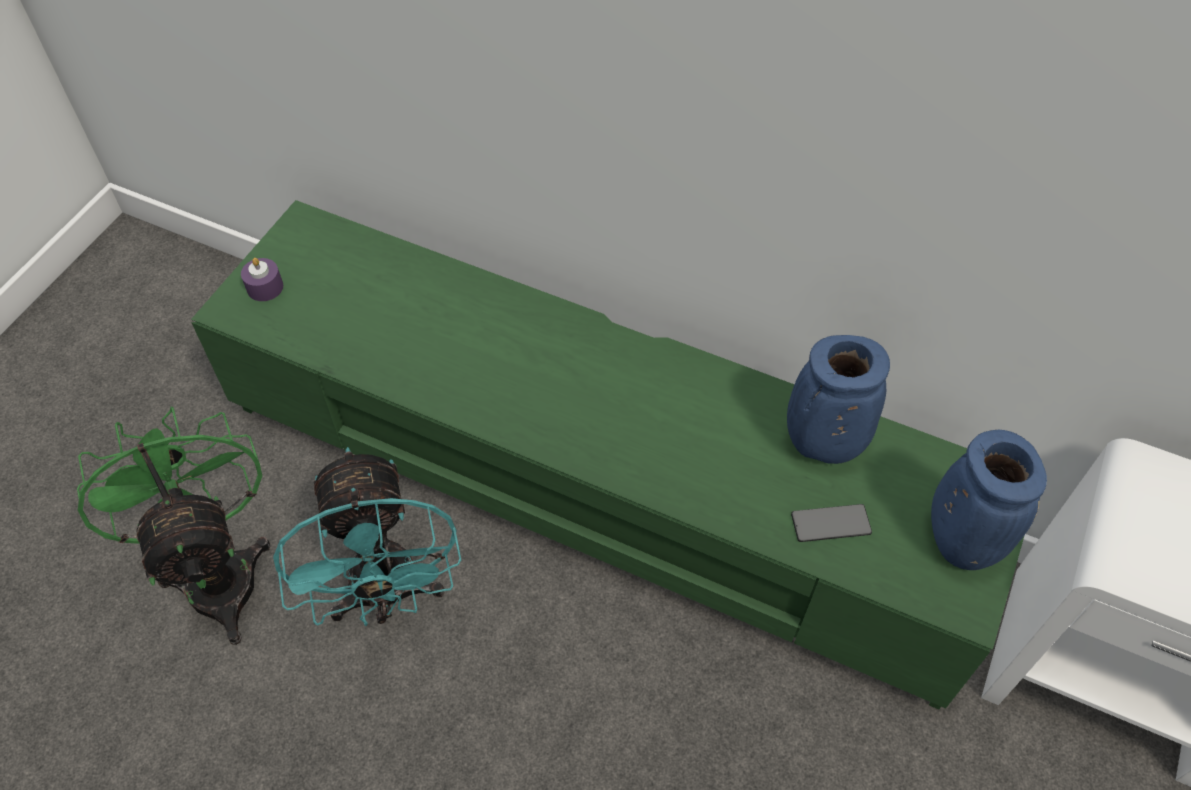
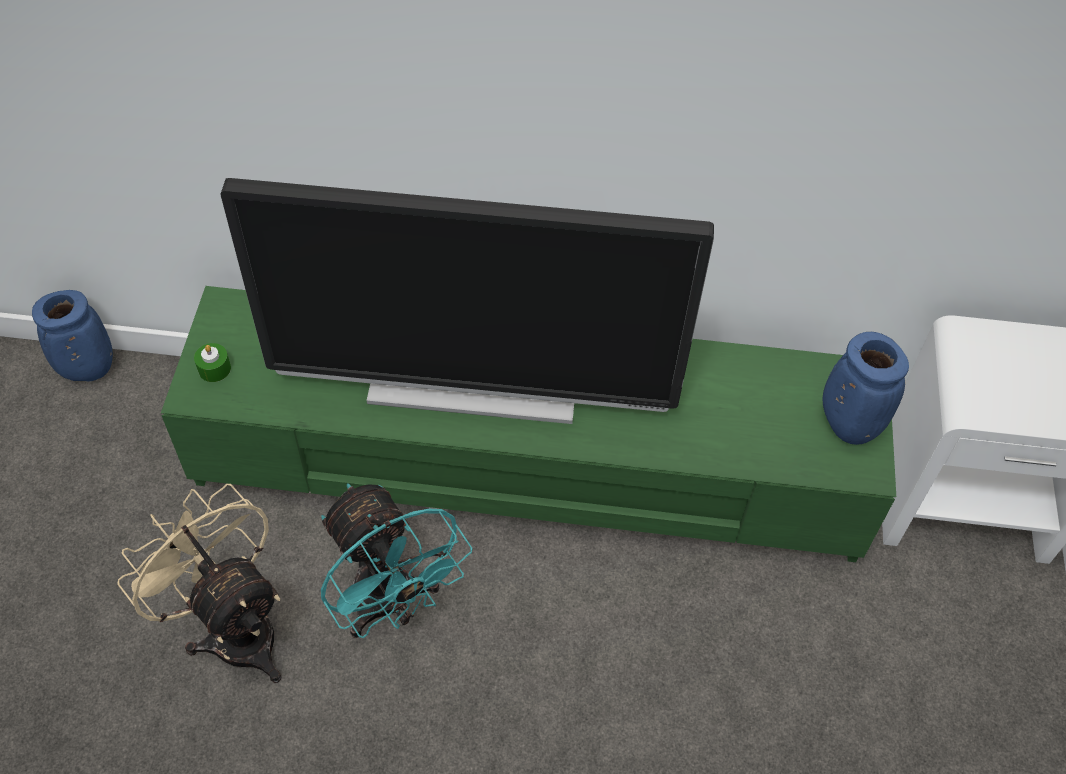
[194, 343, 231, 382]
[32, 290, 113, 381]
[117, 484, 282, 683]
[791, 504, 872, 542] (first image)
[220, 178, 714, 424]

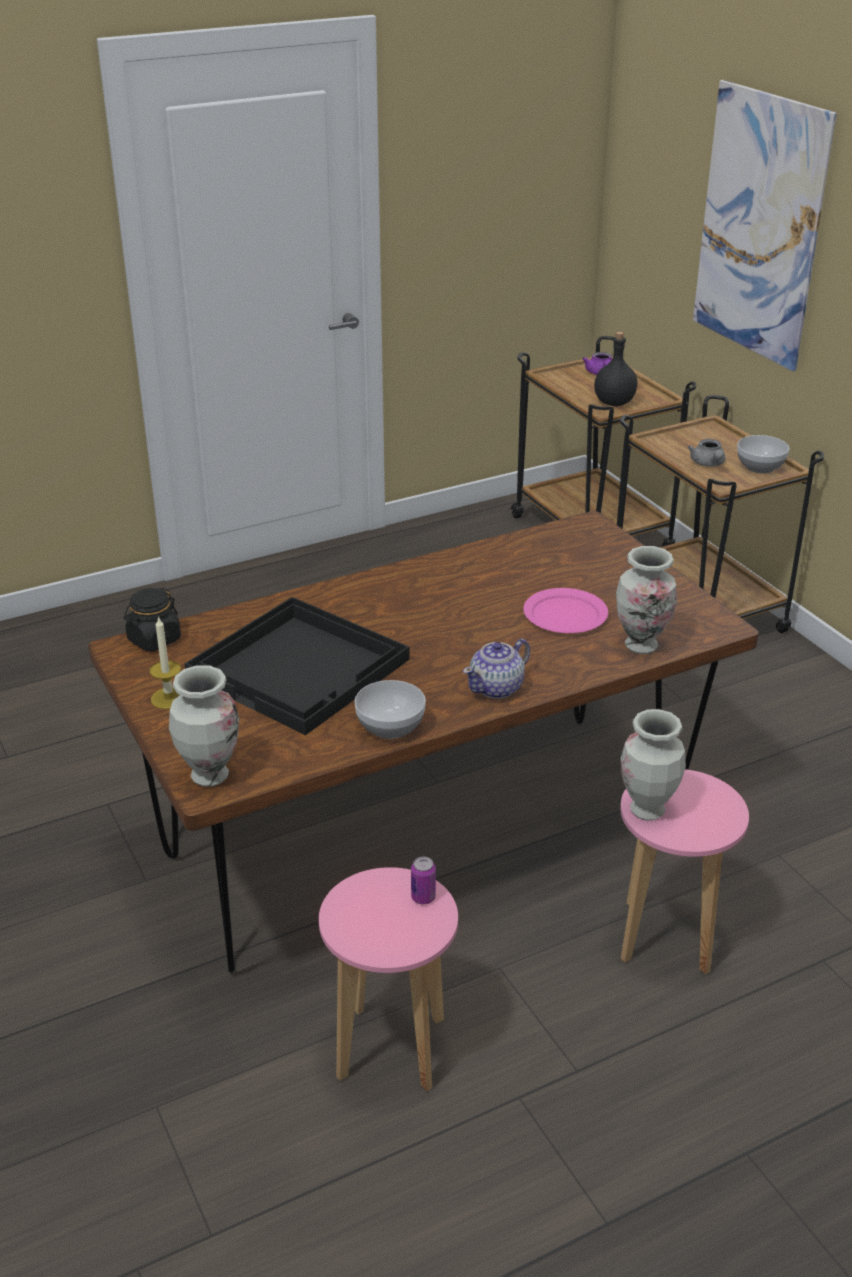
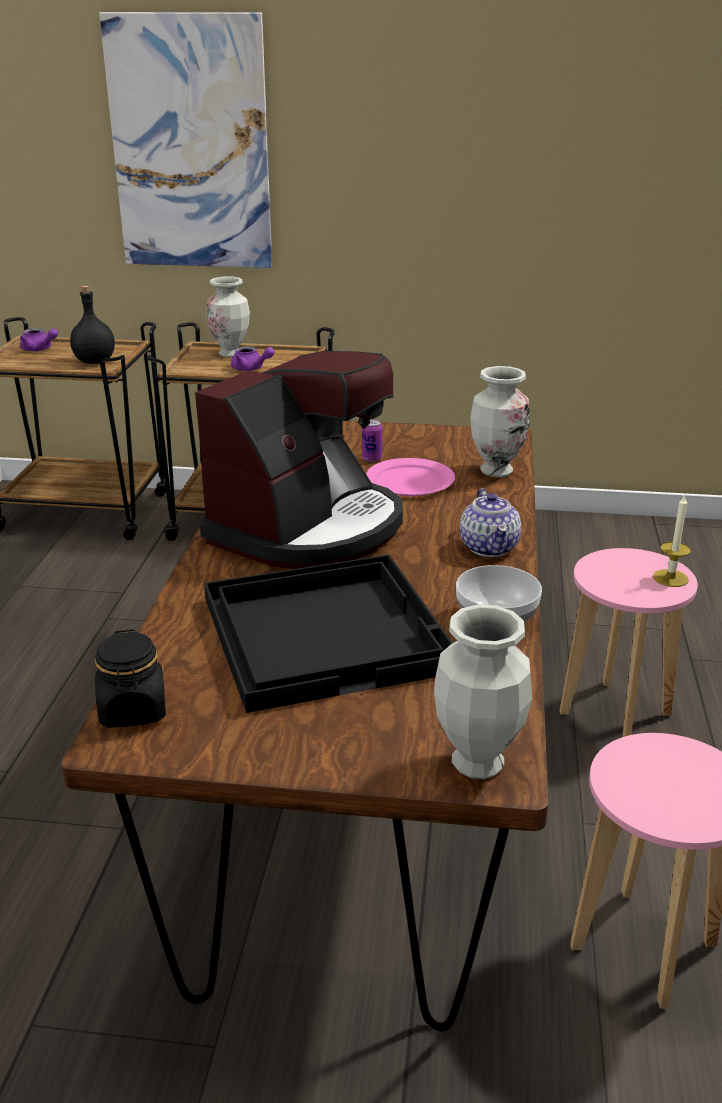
[737, 435, 789, 473] (first image)
[231, 346, 275, 371]
[653, 494, 691, 587]
[206, 276, 250, 358]
[362, 419, 383, 462]
[195, 351, 403, 569]

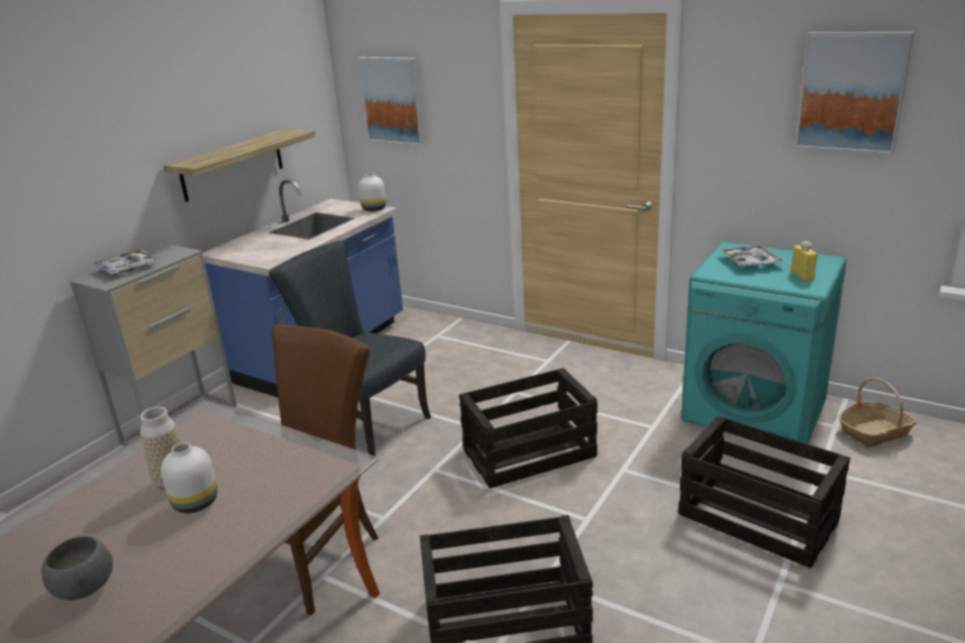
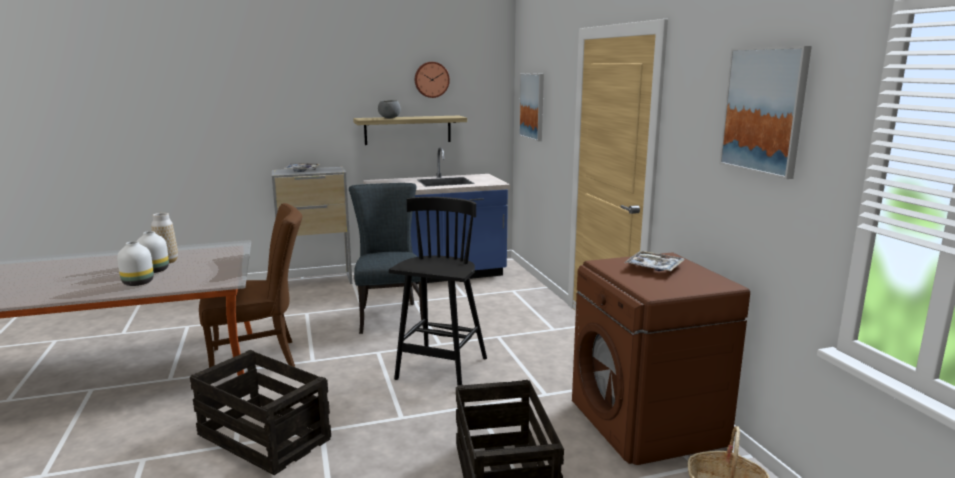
[117, 241, 154, 286]
[791, 241, 818, 282] (first image)
[572, 252, 750, 465]
[389, 197, 487, 385]
[378, 100, 401, 118]
[415, 62, 450, 98]

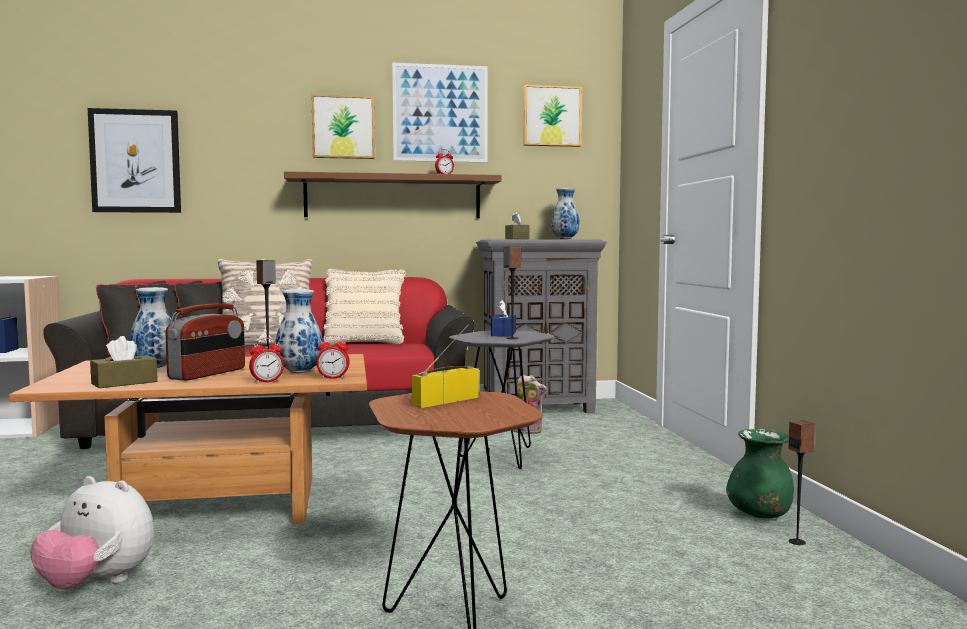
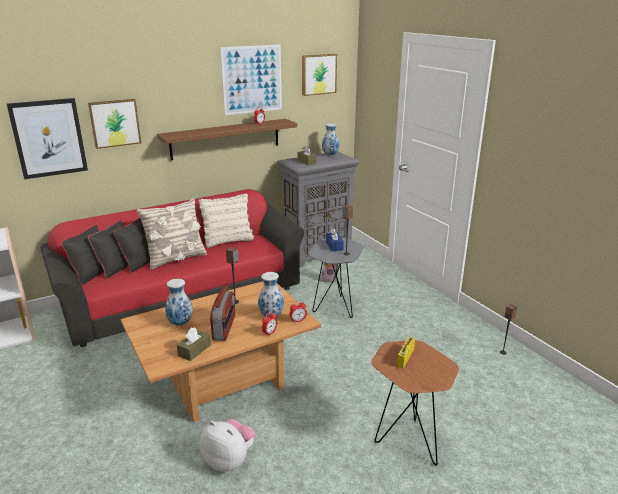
[88, 99, 141, 149]
[726, 429, 794, 518] (first image)
[200, 419, 255, 472]

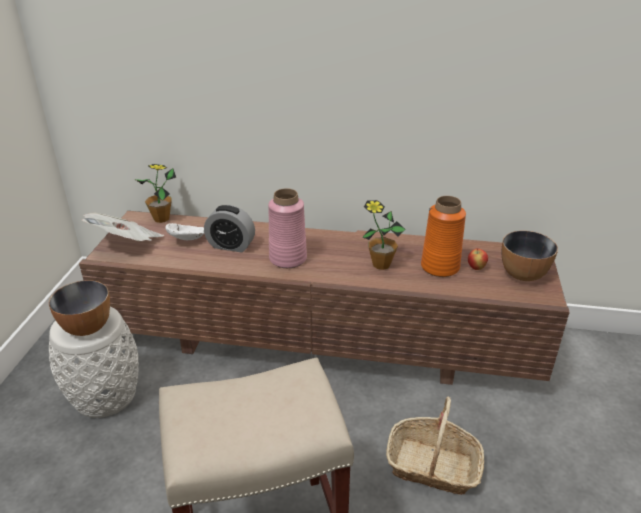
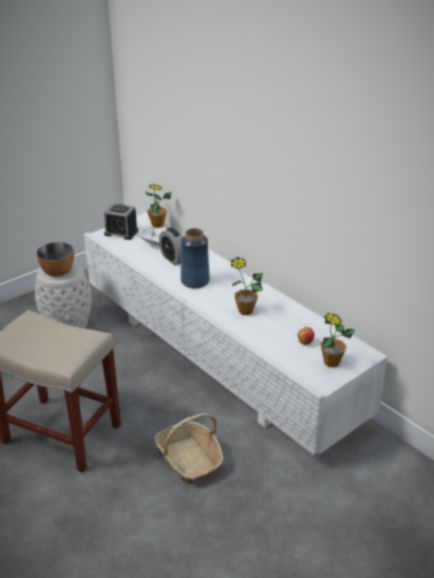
[181, 228, 210, 289]
[421, 196, 466, 277] (first image)
[84, 212, 388, 455]
[104, 203, 138, 240]
[320, 313, 355, 367]

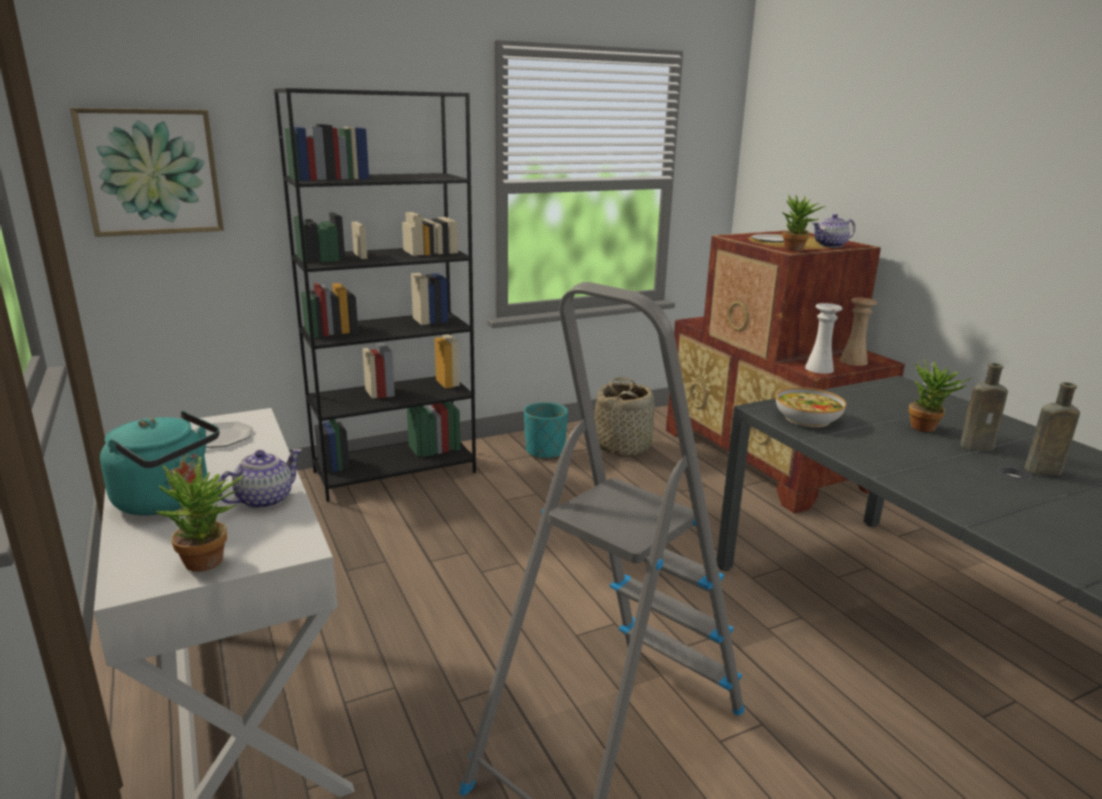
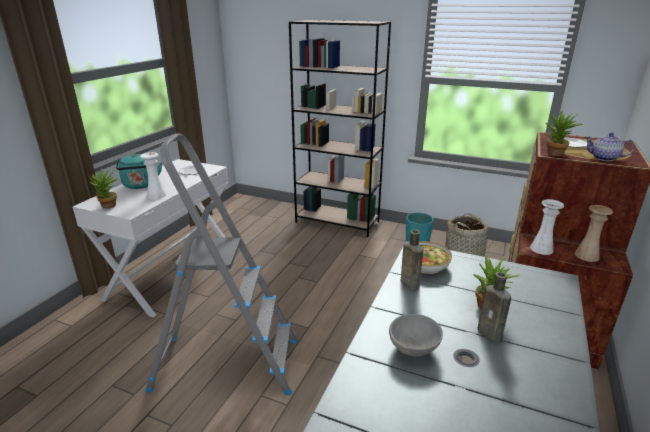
[289, 20, 391, 237]
[70, 108, 224, 237] (first image)
[401, 230, 423, 289]
[140, 152, 166, 200]
[389, 314, 443, 357]

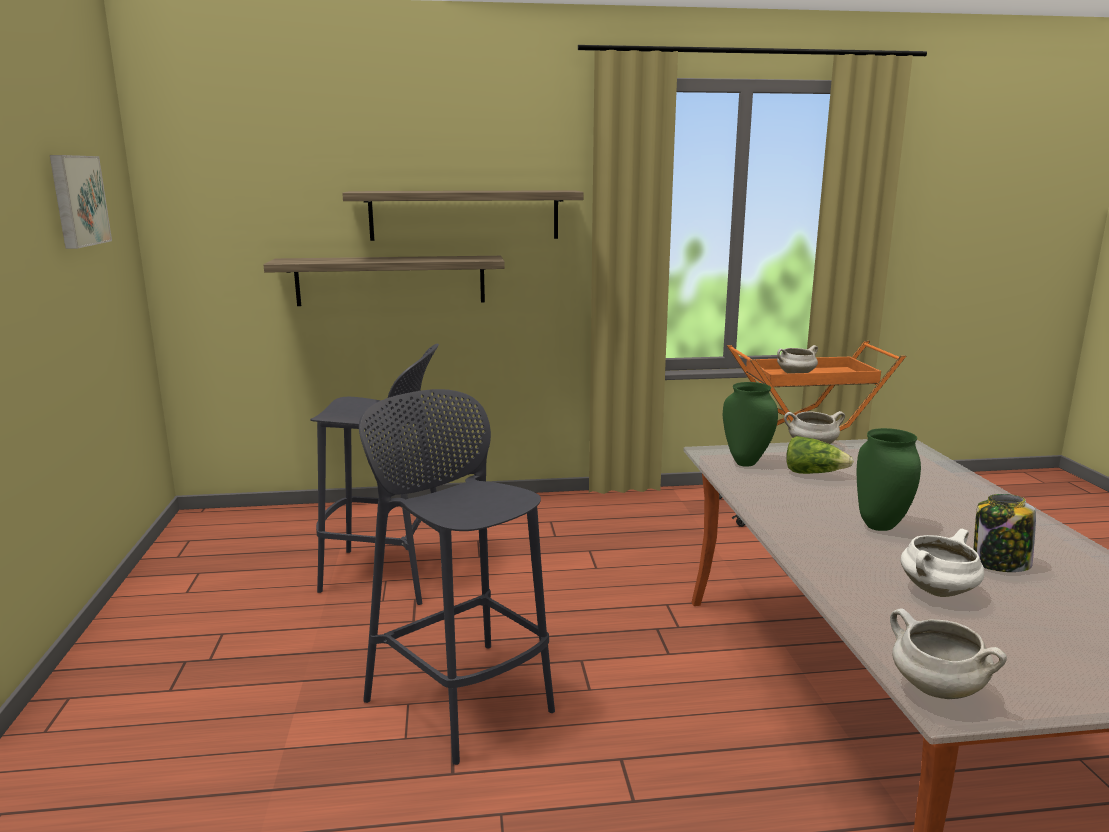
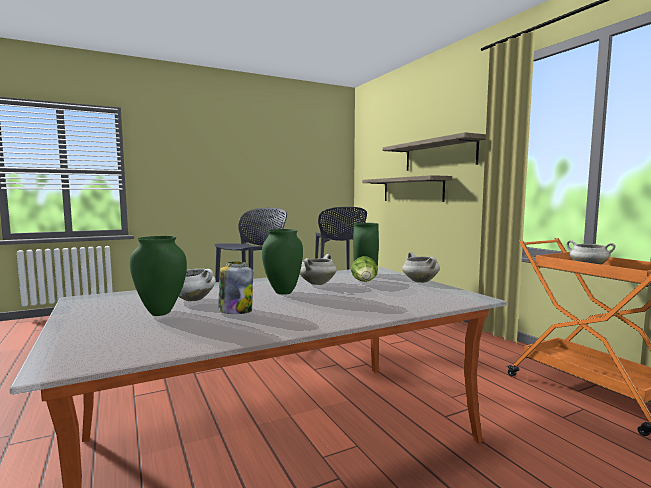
[50, 155, 112, 249] (first image)
[300, 254, 337, 285]
[130, 236, 187, 316]

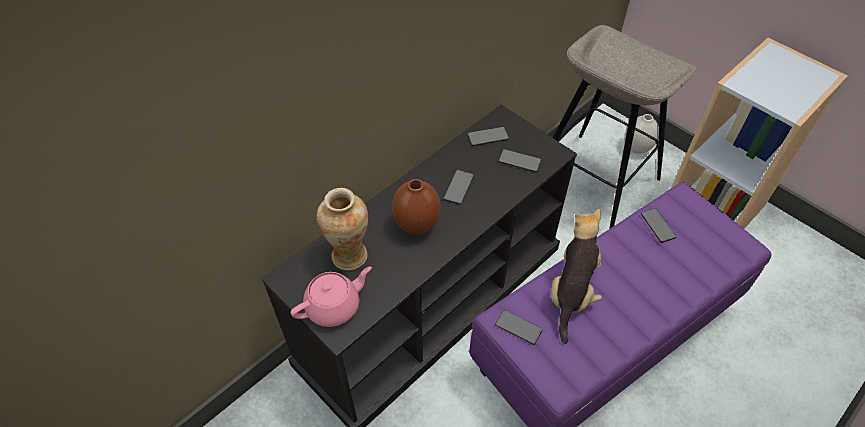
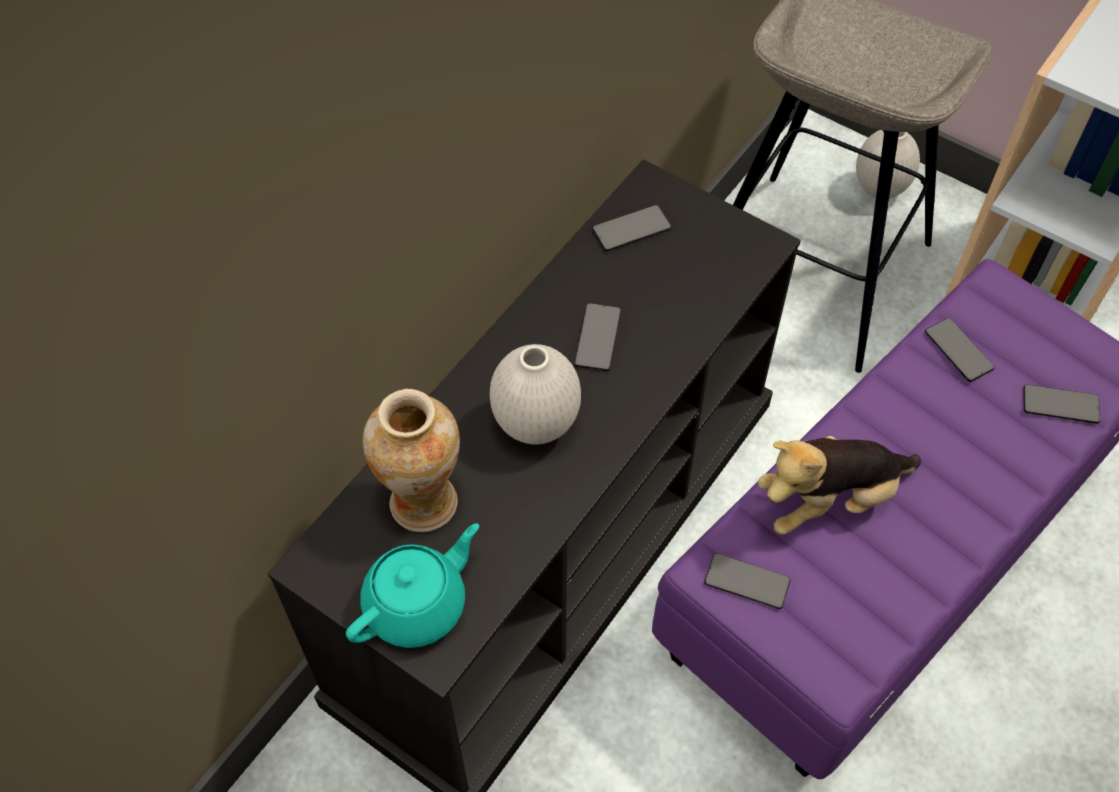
[1023, 384, 1100, 424]
[490, 344, 581, 445]
[758, 436, 921, 535]
[346, 523, 479, 648]

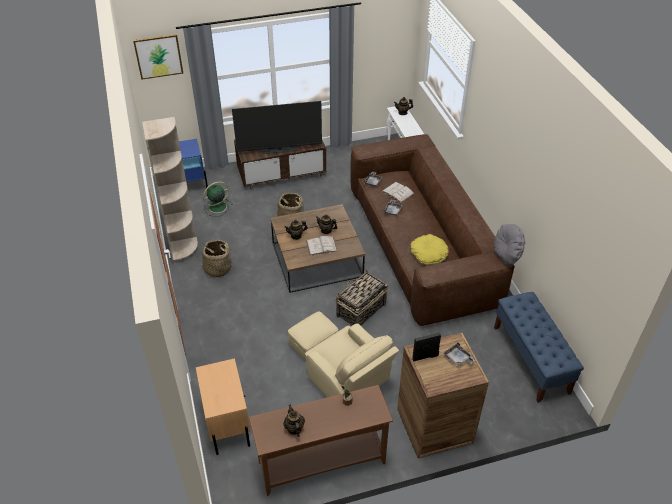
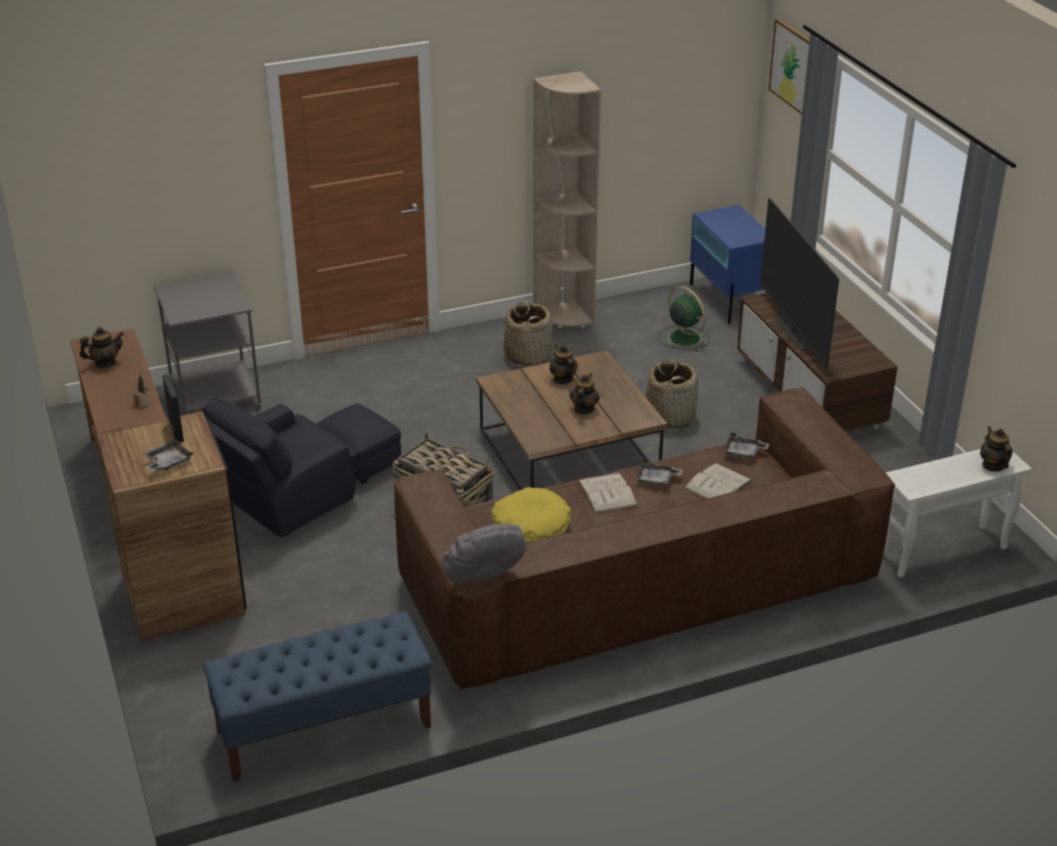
[578, 473, 638, 514]
[202, 398, 401, 537]
[154, 272, 262, 415]

